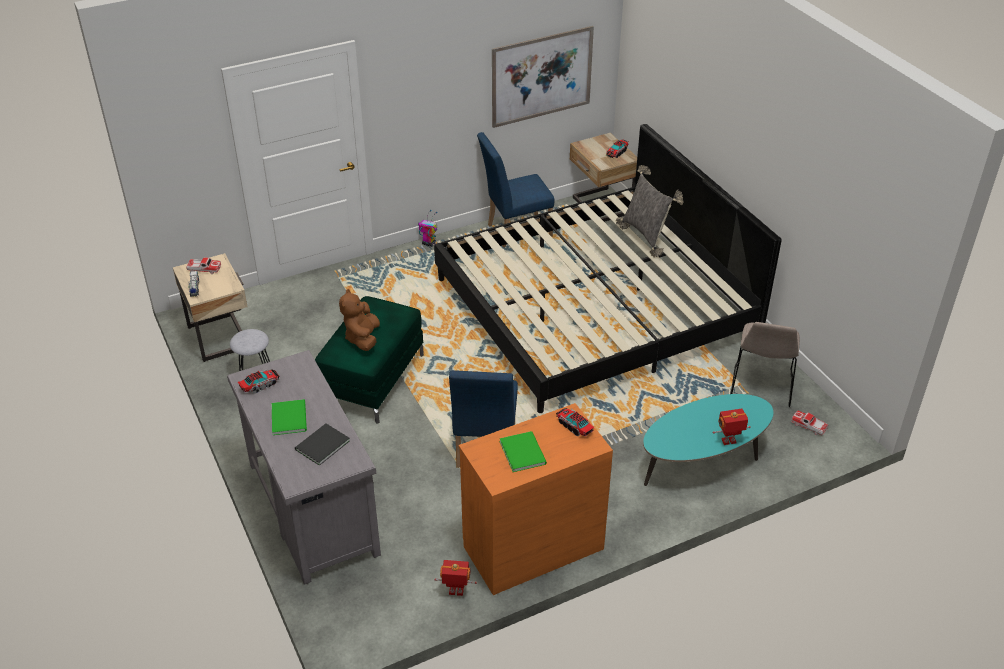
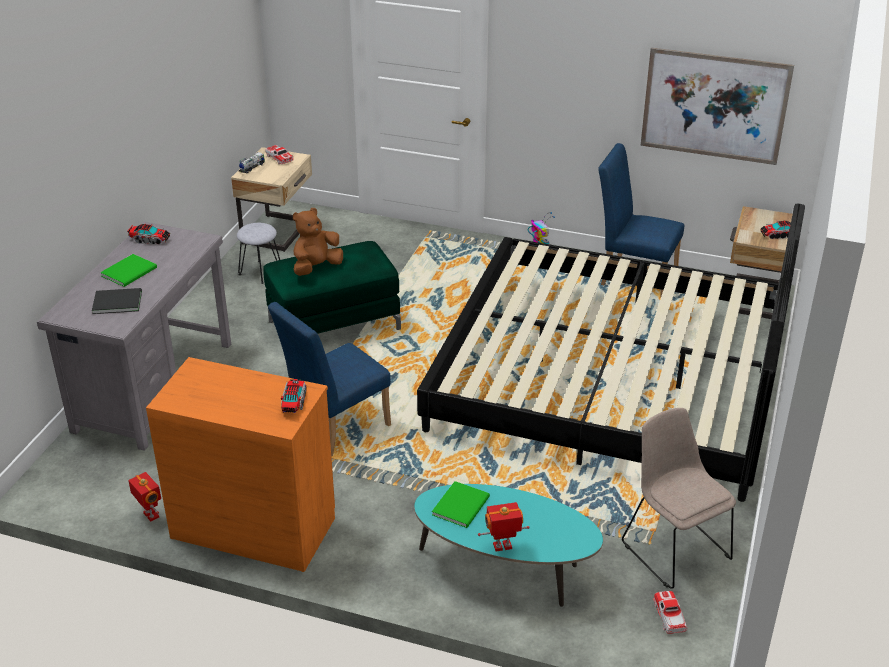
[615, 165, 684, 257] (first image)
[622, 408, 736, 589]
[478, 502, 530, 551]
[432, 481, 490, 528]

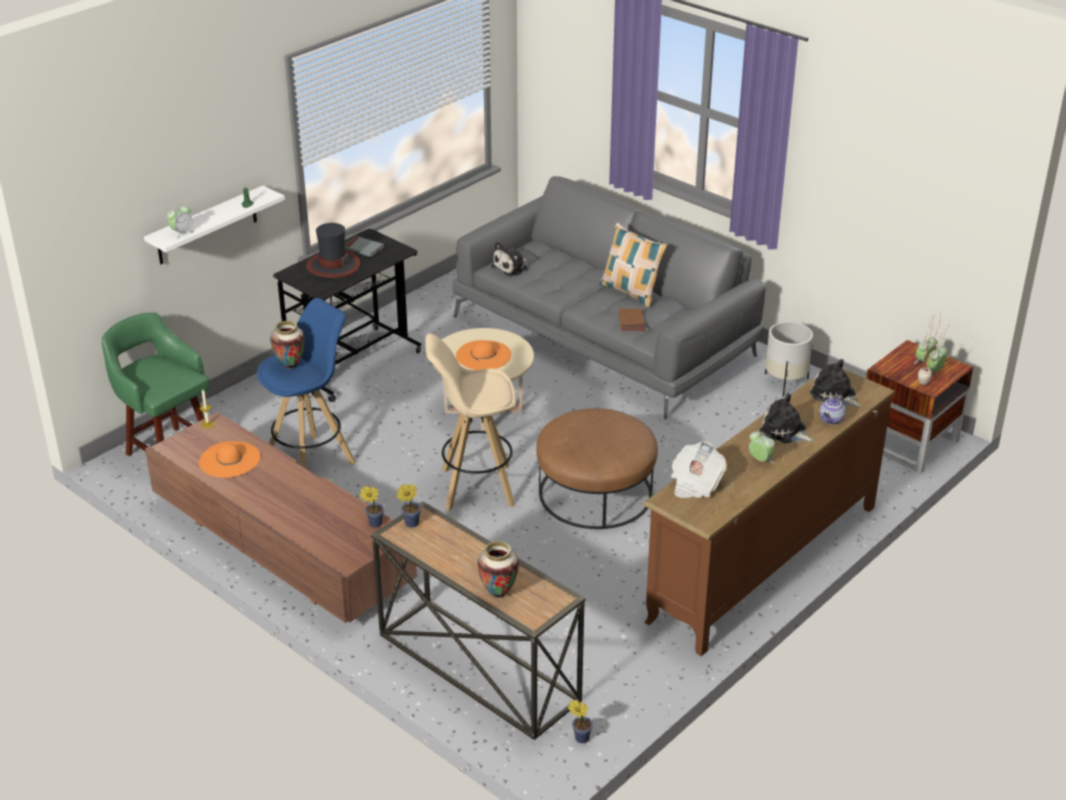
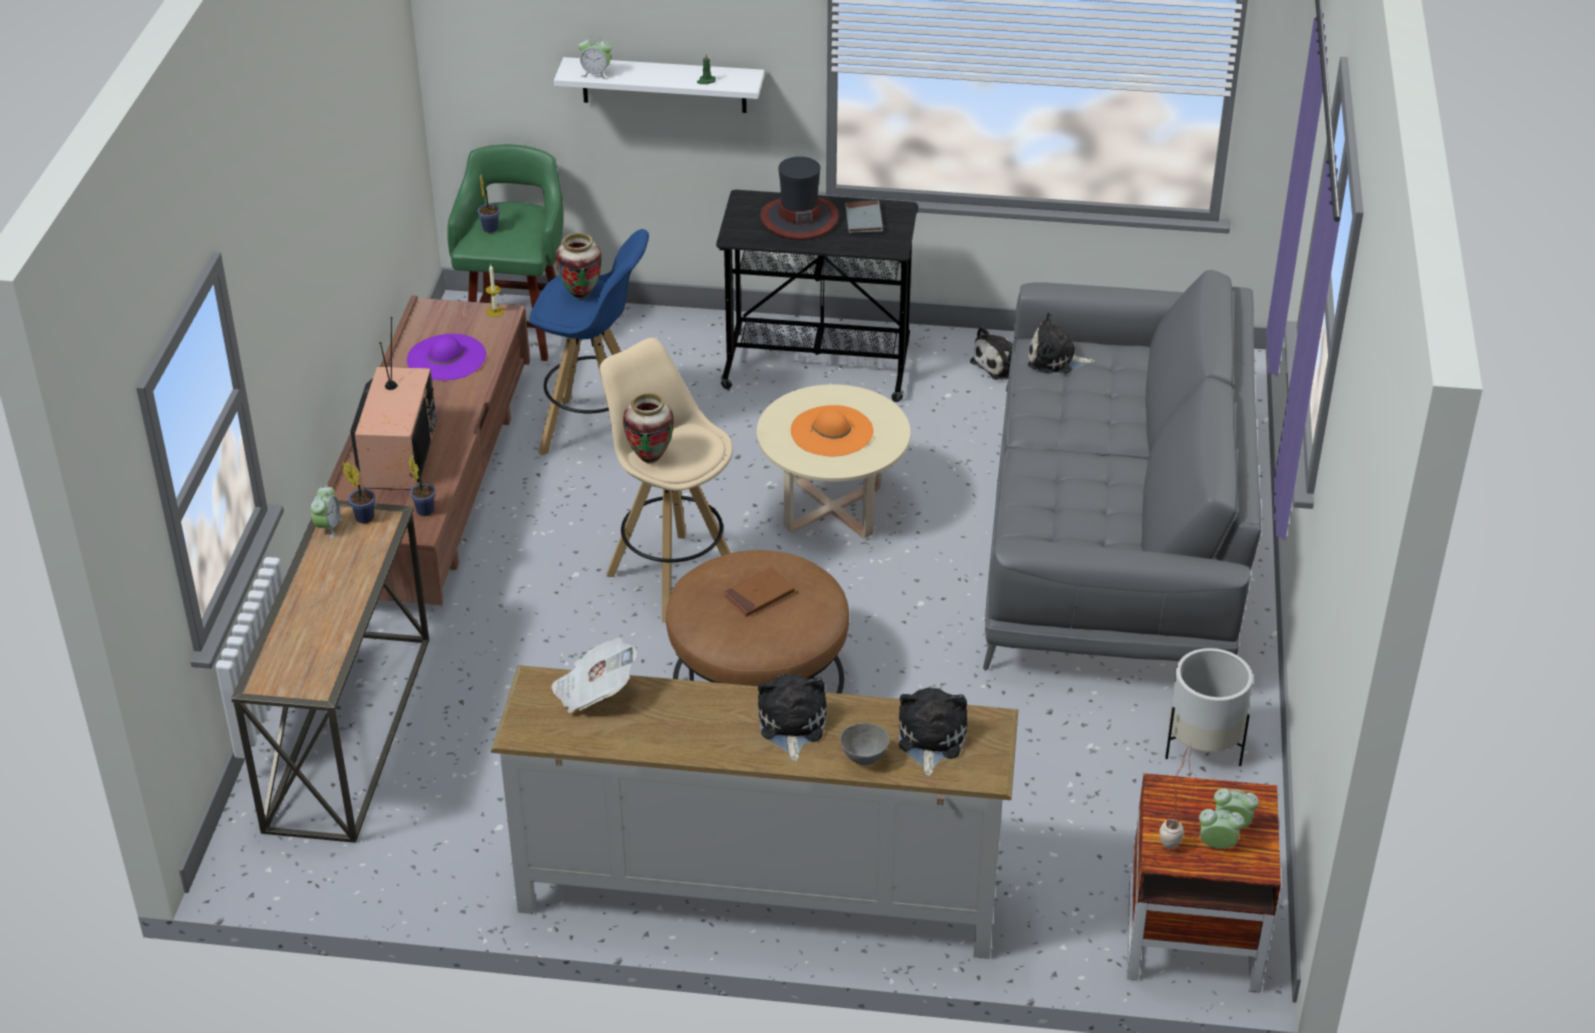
[600, 223, 667, 308] (first image)
[724, 567, 795, 617]
[491, 665, 1018, 959]
[840, 723, 890, 765]
[311, 485, 342, 539]
[407, 334, 486, 380]
[623, 393, 674, 463]
[477, 176, 500, 233]
[351, 317, 437, 490]
[970, 326, 1013, 380]

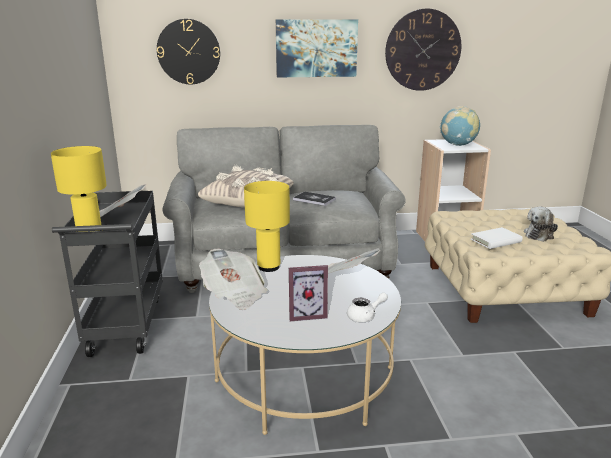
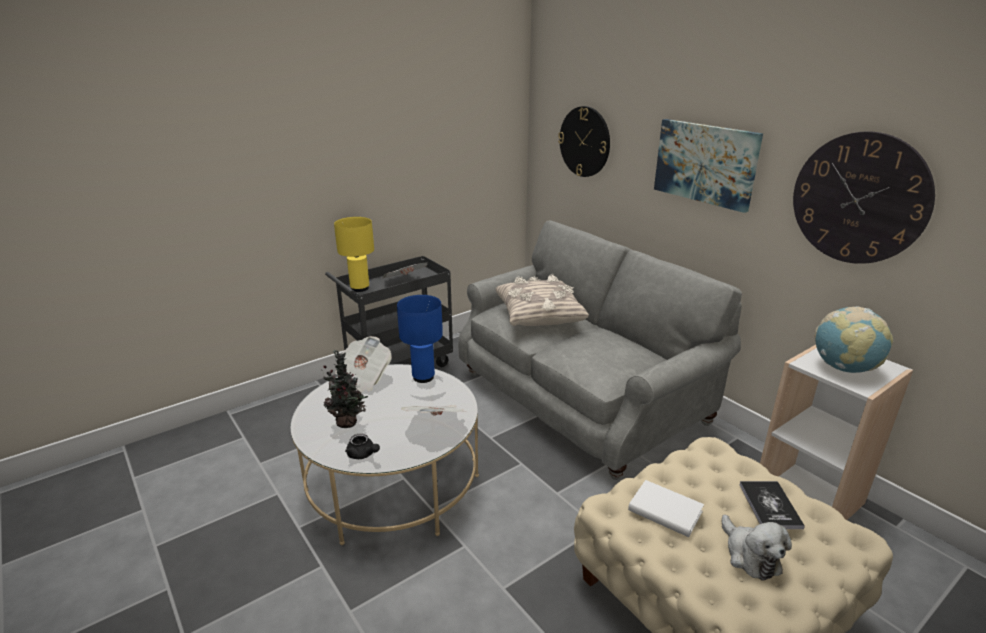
[397, 295, 443, 383]
[739, 481, 805, 529]
[722, 515, 792, 581]
[323, 350, 368, 428]
[345, 433, 380, 459]

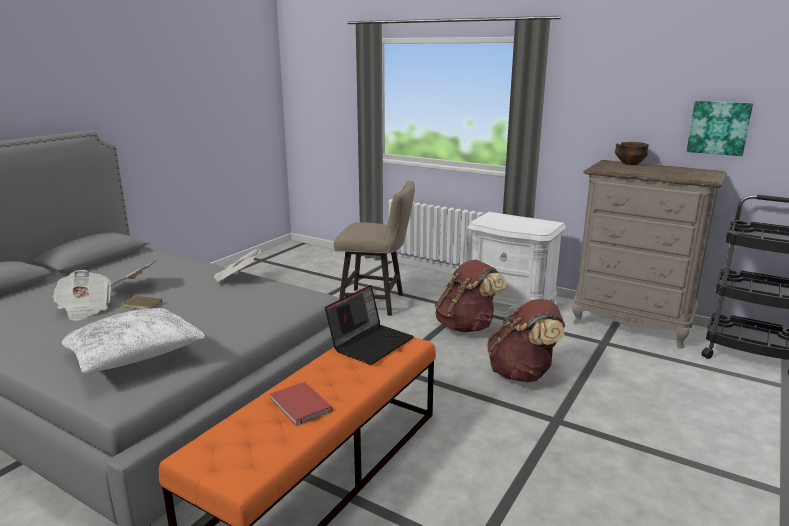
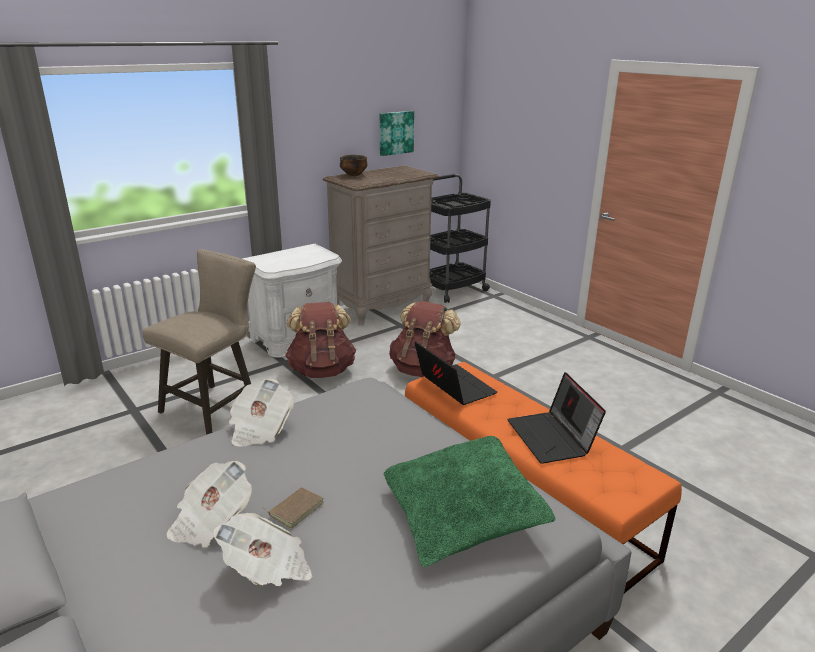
[384, 436, 556, 567]
[507, 372, 606, 464]

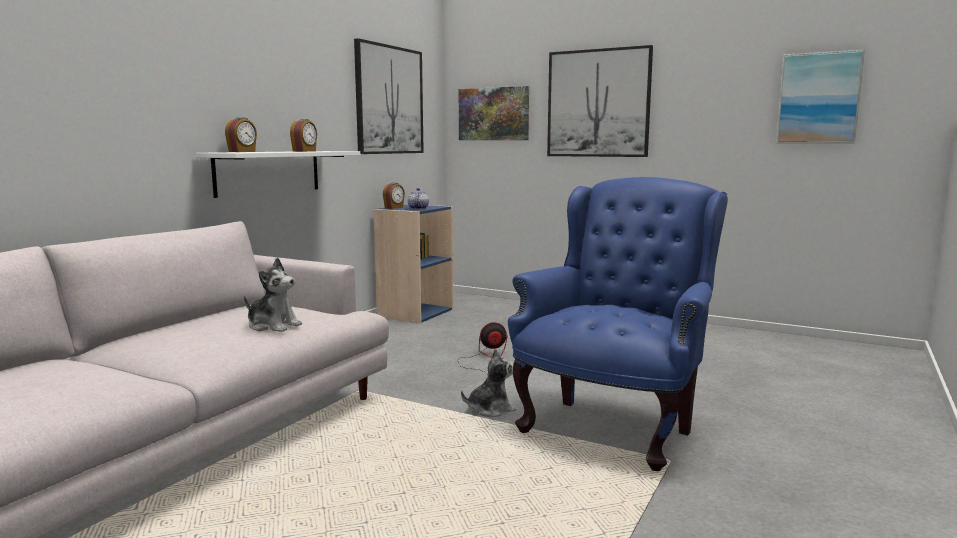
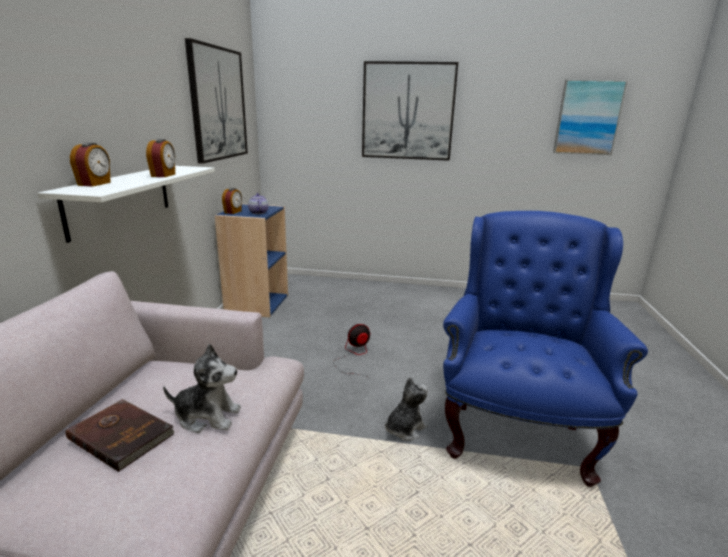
[459, 86, 529, 140] (first image)
[66, 399, 175, 472]

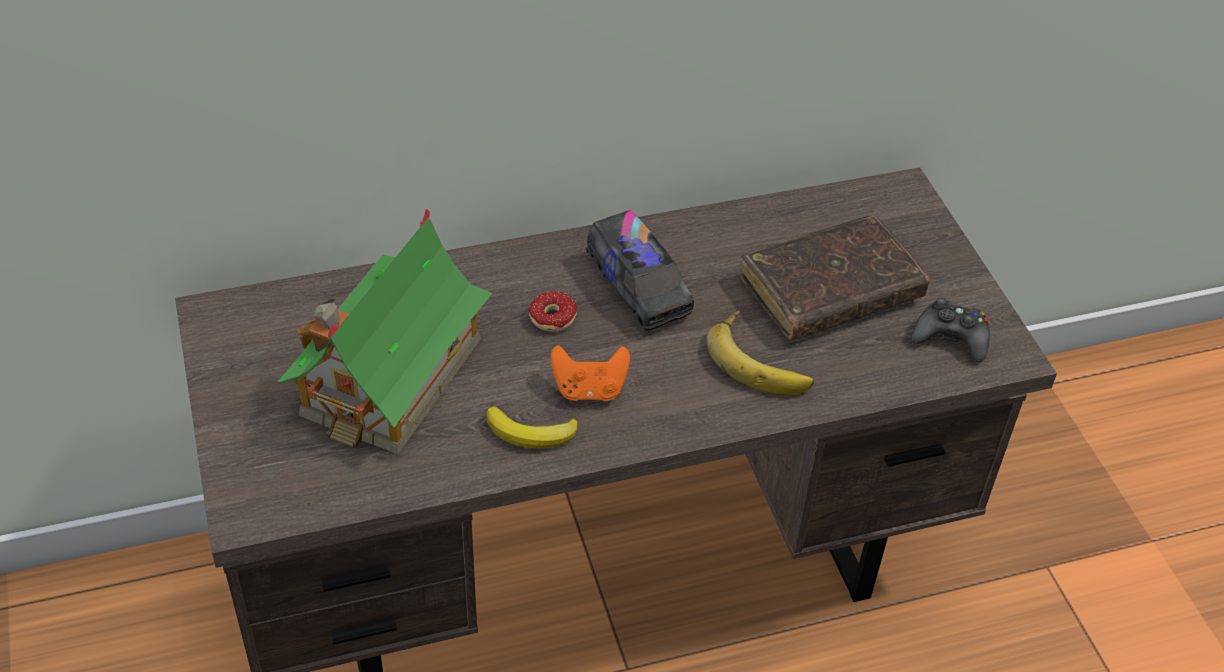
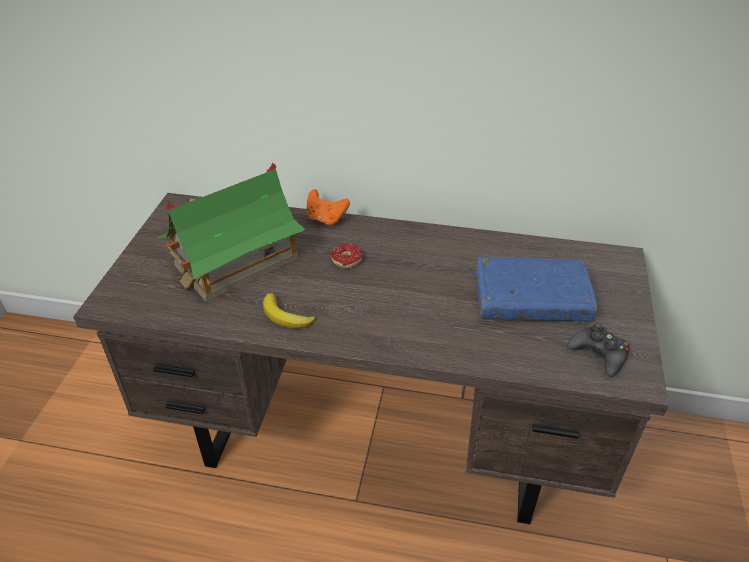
[586, 210, 694, 331] (first image)
[475, 257, 598, 322]
[706, 310, 814, 395] (first image)
[307, 189, 350, 226]

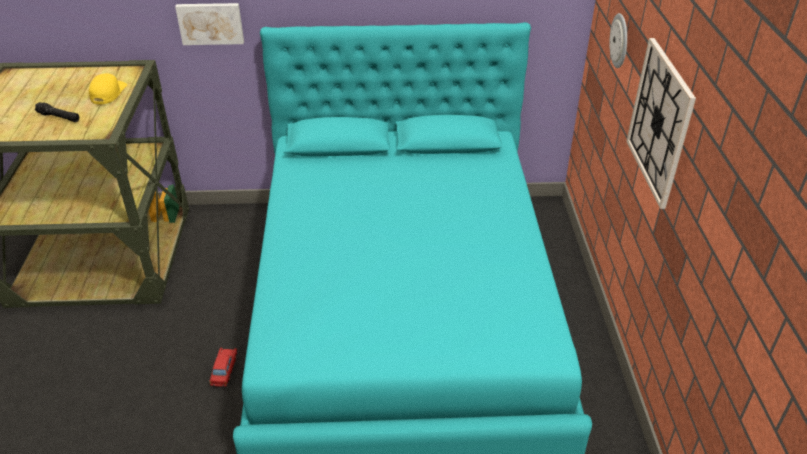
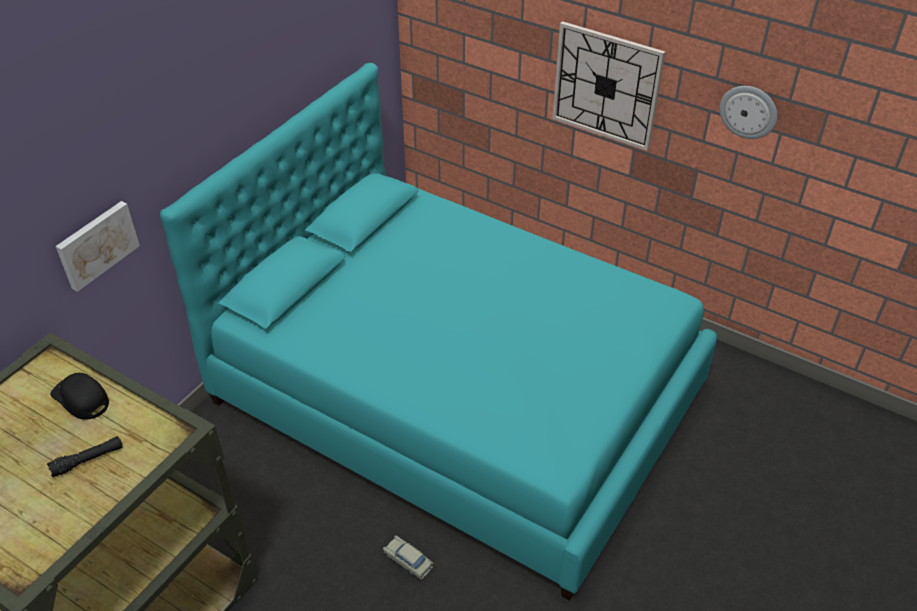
[719, 86, 777, 139]
[50, 373, 109, 420]
[383, 535, 434, 580]

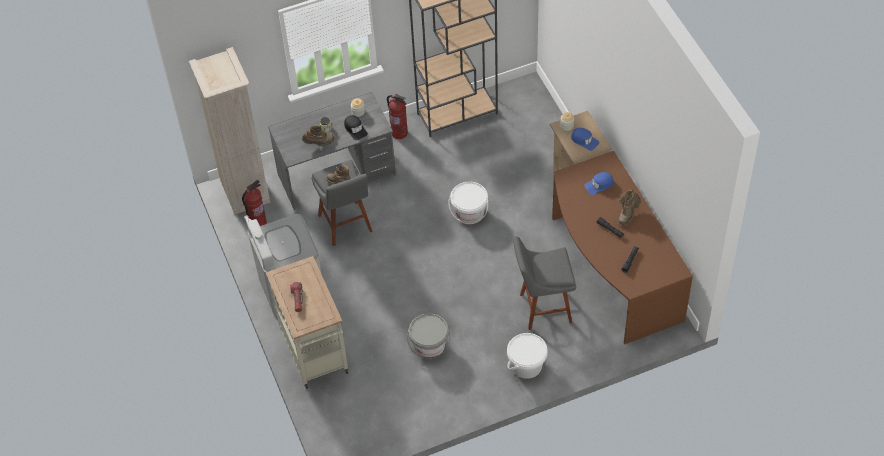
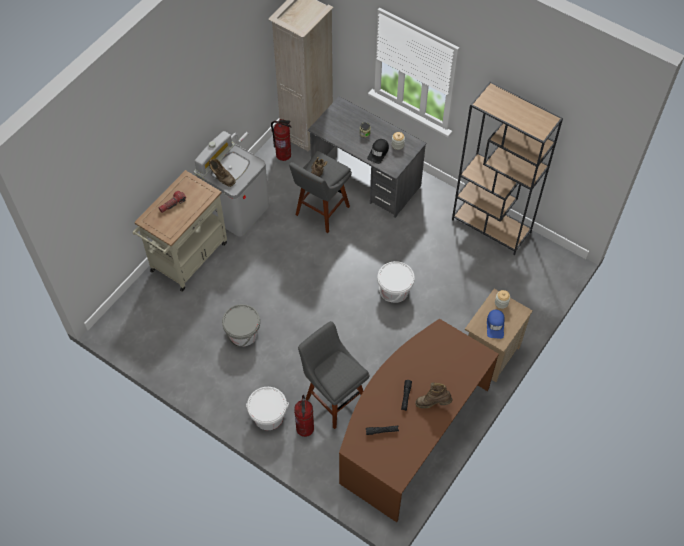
[294, 395, 314, 437]
[209, 159, 236, 187]
[584, 172, 614, 195] (first image)

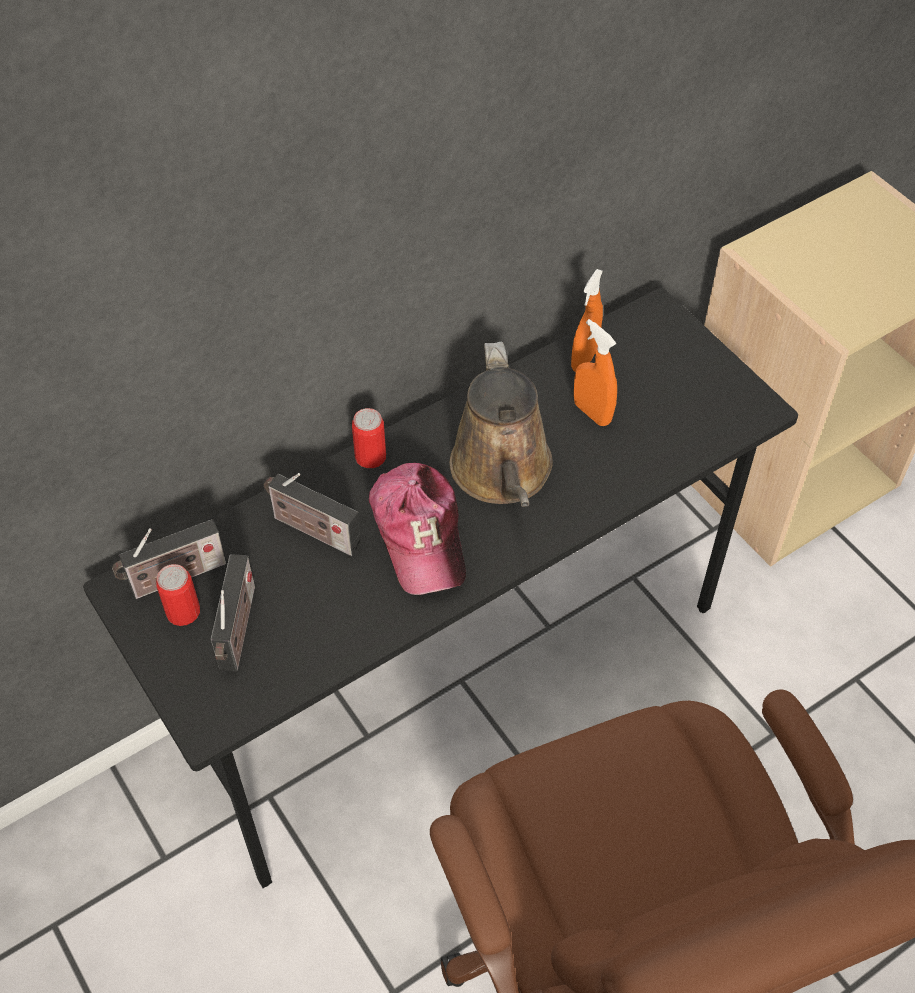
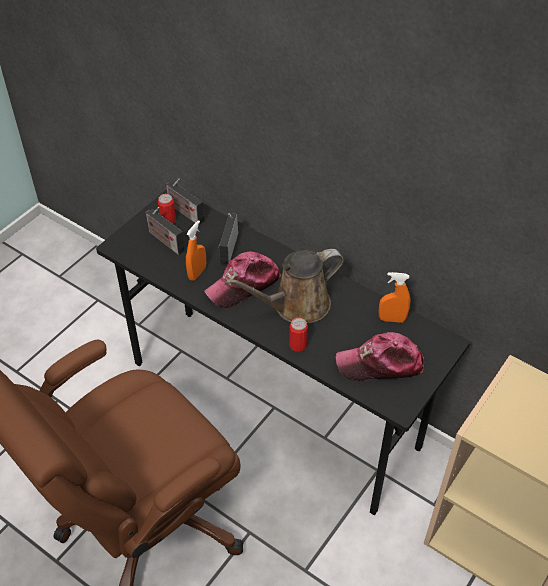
[186, 220, 206, 281]
[289, 318, 308, 352]
[145, 207, 185, 255]
[336, 332, 424, 381]

